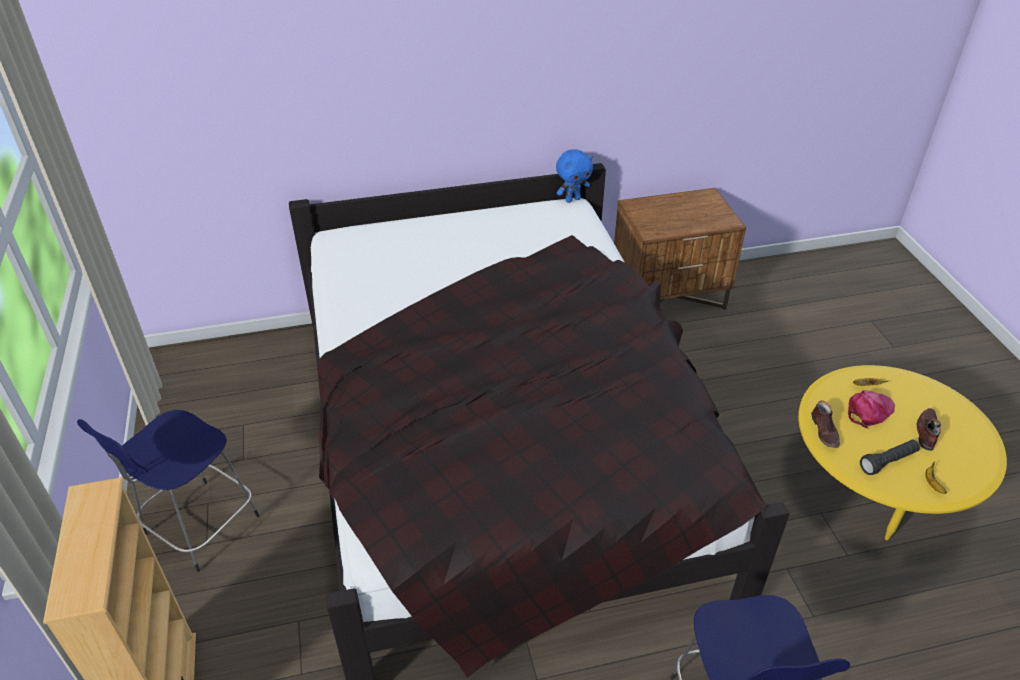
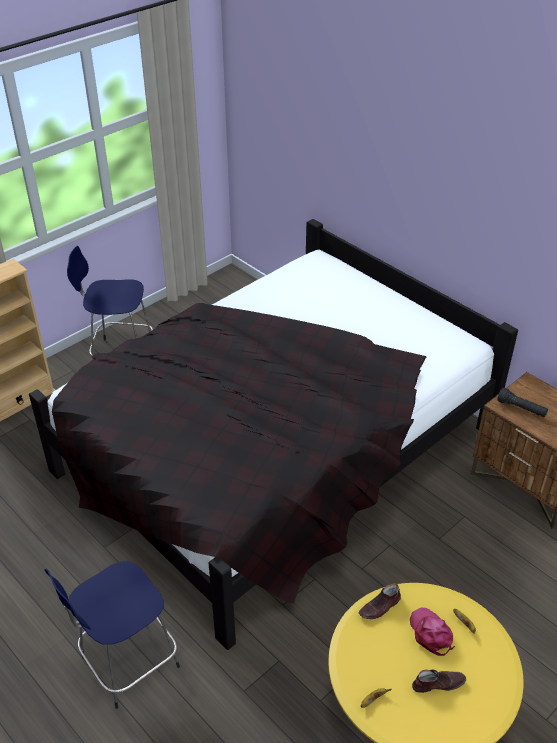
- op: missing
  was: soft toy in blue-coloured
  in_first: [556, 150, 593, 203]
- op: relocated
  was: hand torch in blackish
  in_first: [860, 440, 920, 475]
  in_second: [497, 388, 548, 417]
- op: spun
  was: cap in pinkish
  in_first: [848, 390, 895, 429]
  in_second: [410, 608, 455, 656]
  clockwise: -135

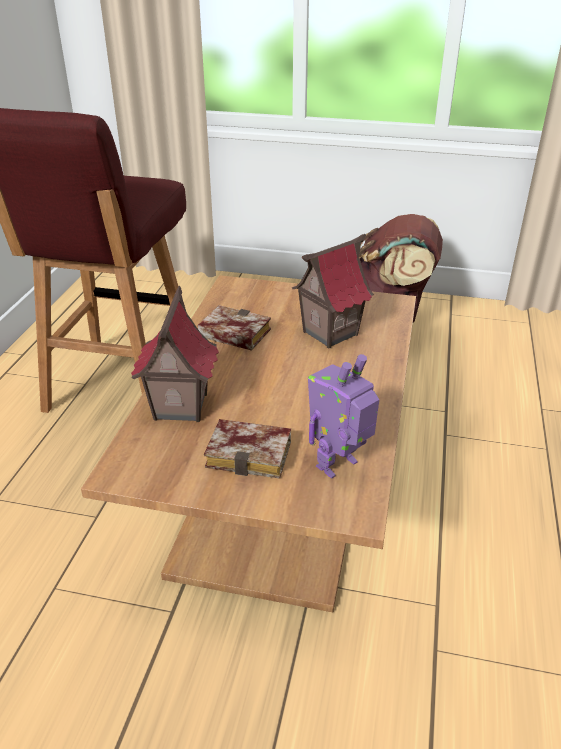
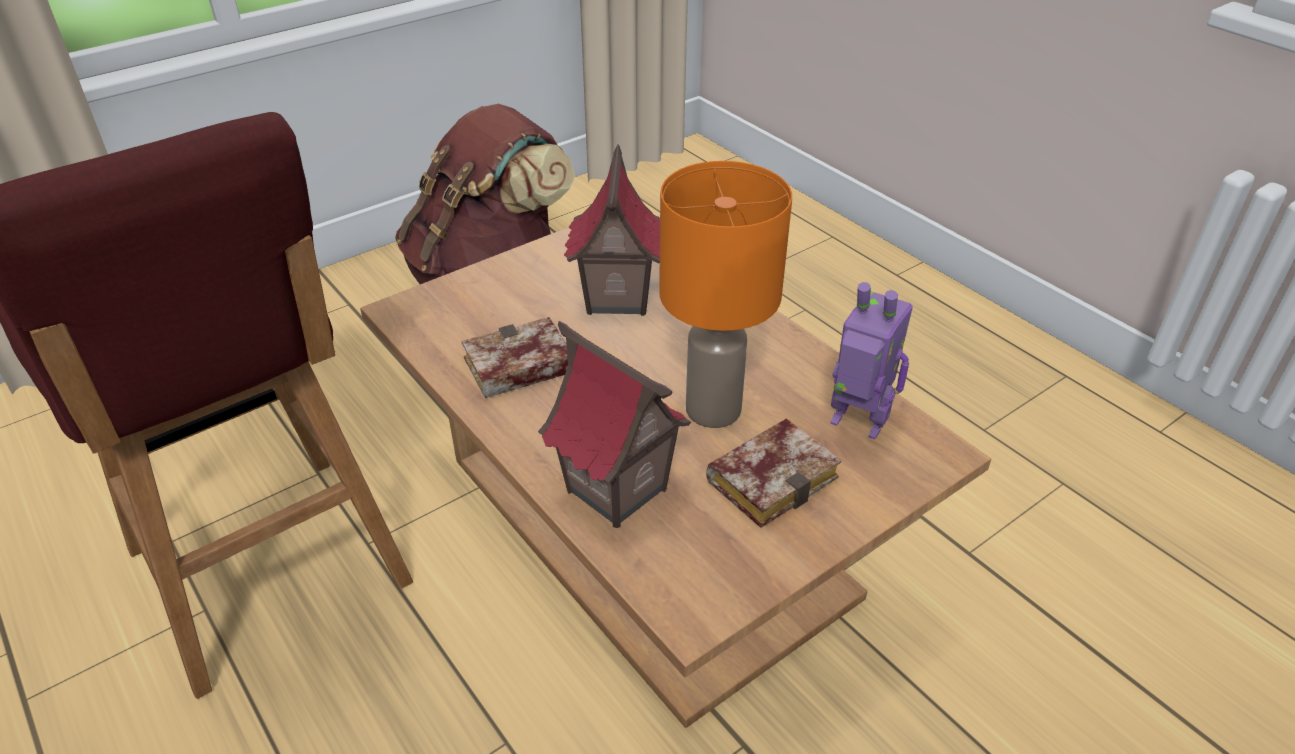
- op: appeared
  now: lamp for a table in orange-coloured
  in_second: [659, 161, 792, 428]
- op: spun
  was: model robot
  in_first: [308, 354, 379, 479]
  in_second: [830, 282, 913, 439]
  clockwise: 120

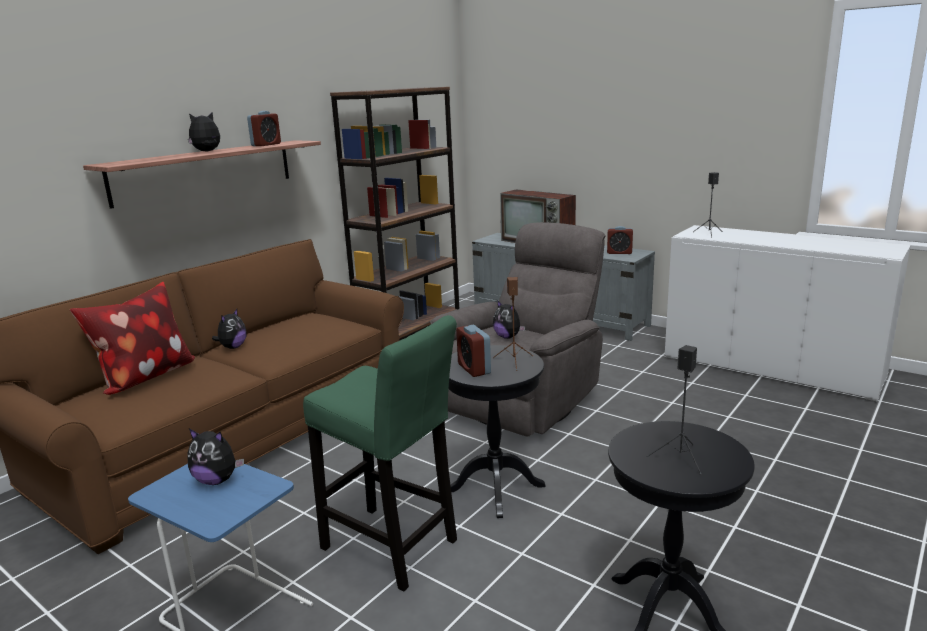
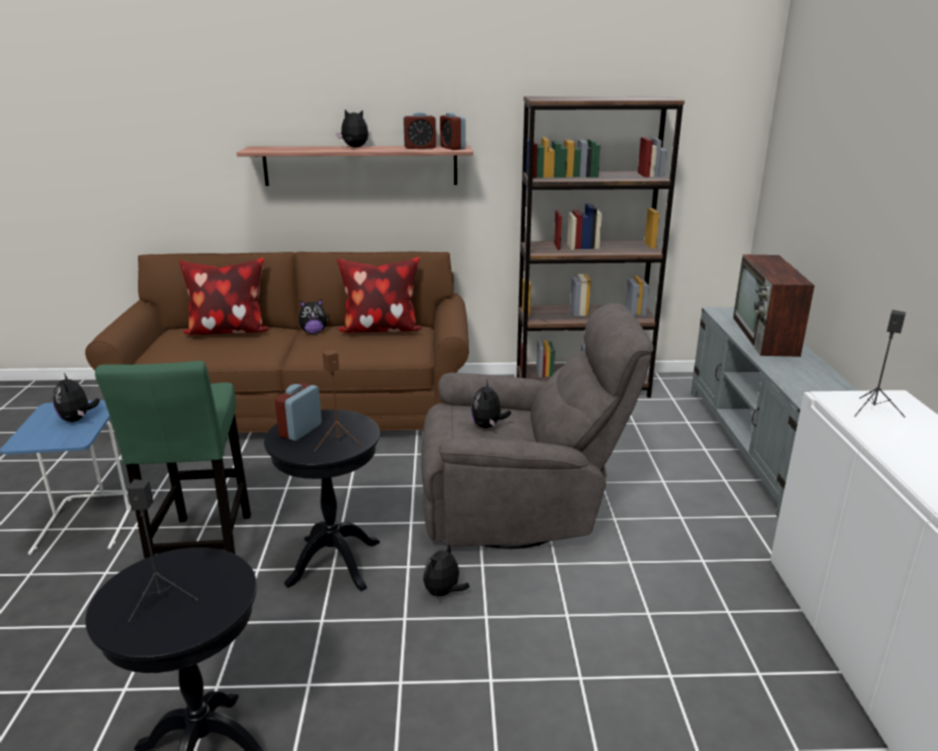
- op: appeared
  now: pillow
  in_second: [337, 257, 422, 333]
- op: appeared
  now: soft toy
  in_second: [423, 543, 470, 596]
- op: relocated
  was: table clock
  in_first: [607, 226, 633, 254]
  in_second: [440, 113, 466, 150]

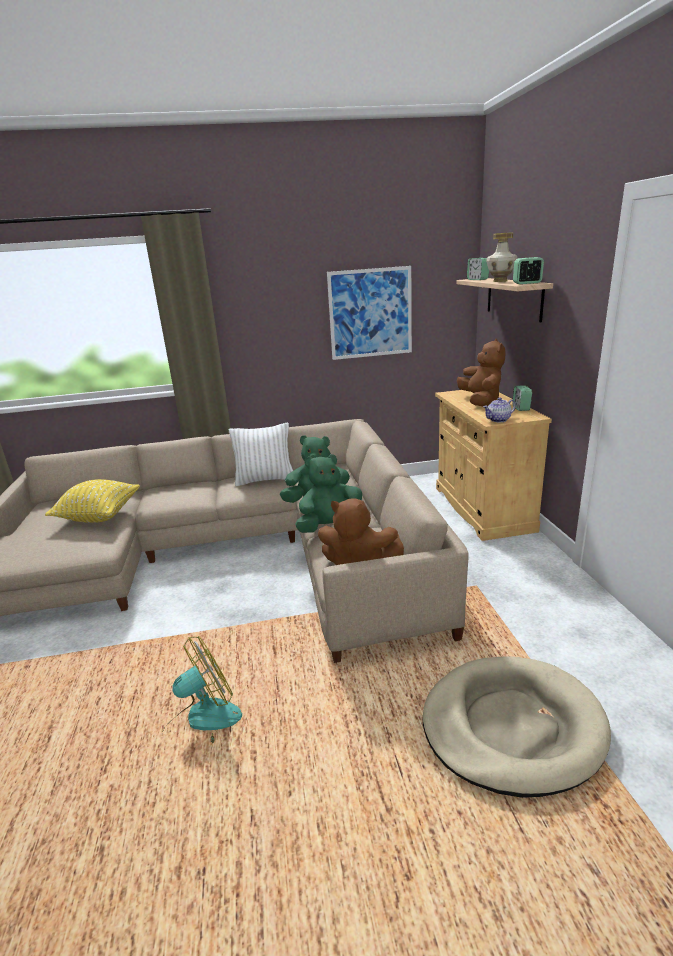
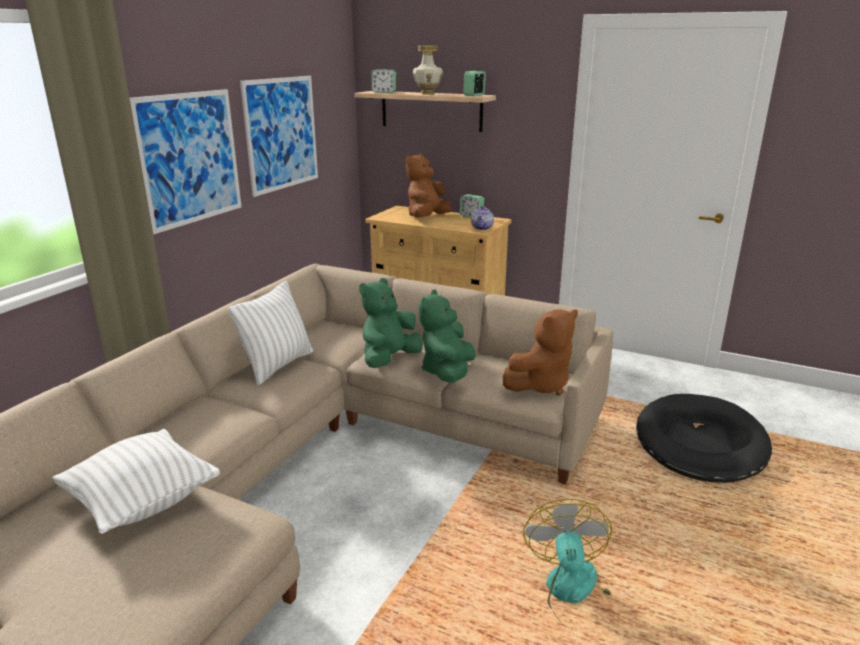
- op: appeared
  now: wall art
  in_second: [130, 89, 241, 235]
- op: colour
  was: pillow in yellow
  now: pillow in whitish
  in_first: [45, 479, 140, 523]
  in_second: [53, 429, 220, 534]
- op: colour
  was: pet bed in sand-coloured
  now: pet bed in blackish
  in_first: [423, 656, 611, 798]
  in_second: [636, 394, 772, 483]
- op: spun
  was: soft toy in brownish
  in_first: [457, 339, 505, 407]
  in_second: [406, 154, 451, 217]
  clockwise: -90

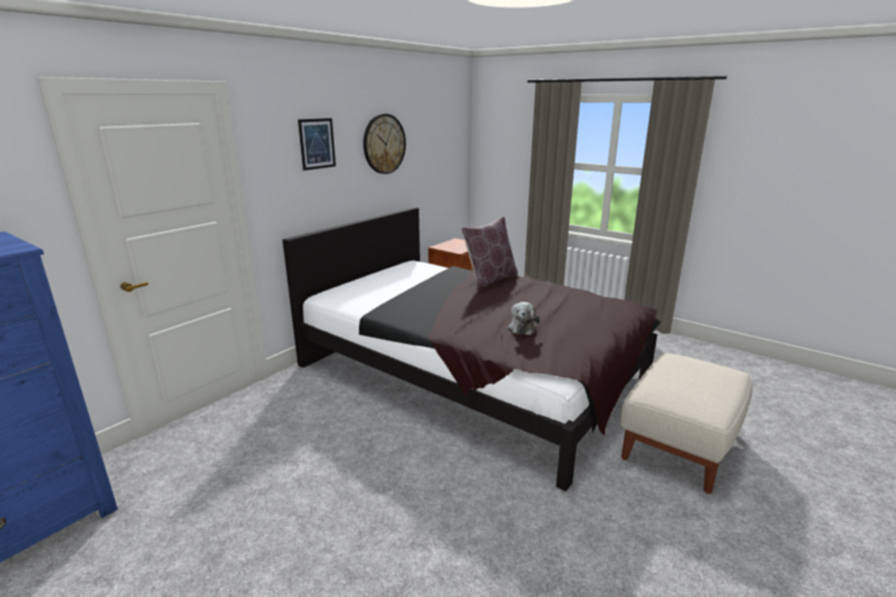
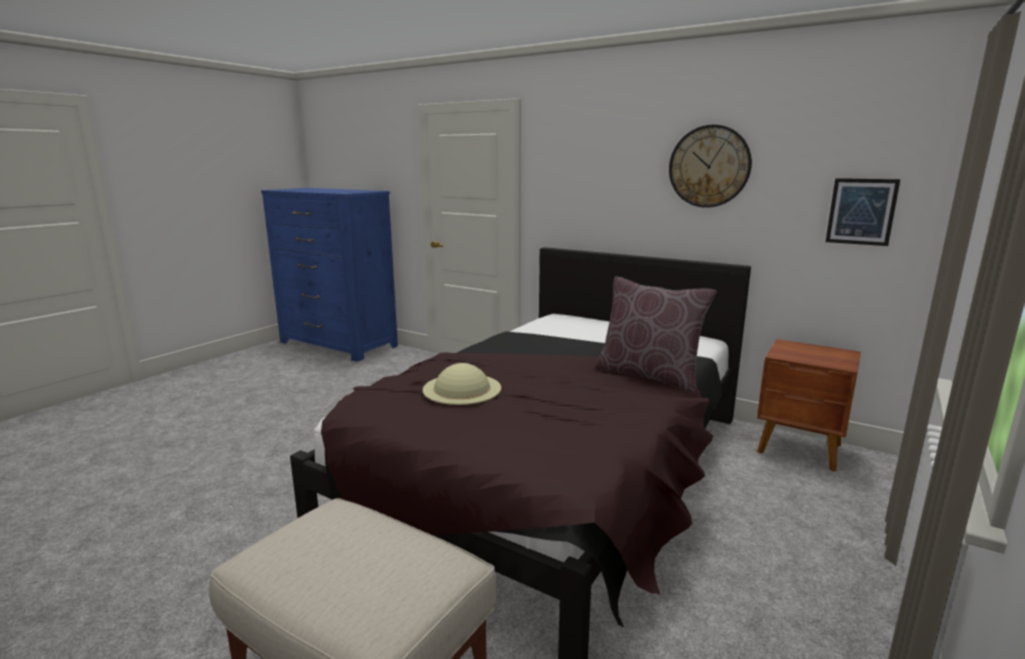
- op: relocated
  was: wall art
  in_first: [298, 118, 336, 171]
  in_second: [826, 178, 900, 246]
- op: exchanged
  was: soft toy
  now: hat in sand-coloured
  in_first: [508, 302, 540, 335]
  in_second: [423, 363, 501, 405]

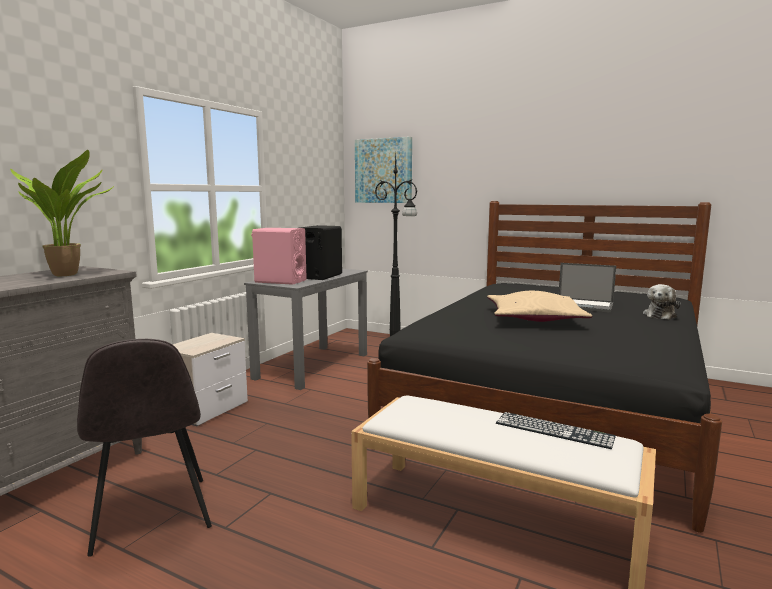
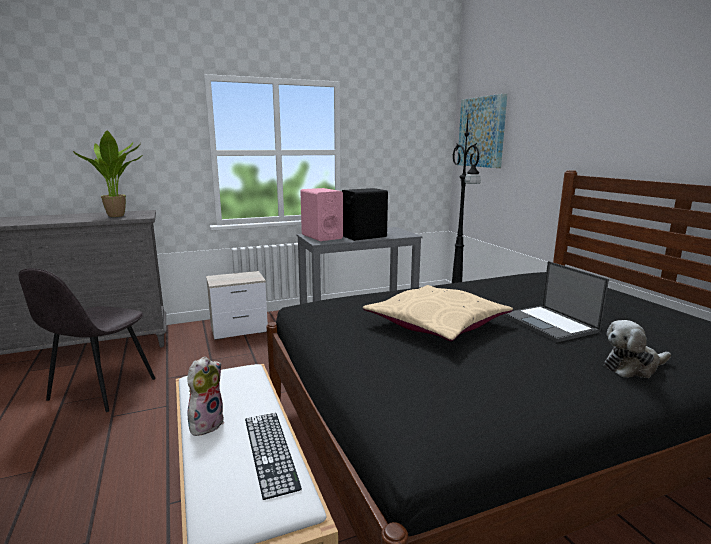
- op: appeared
  now: soft toy
  in_second: [187, 356, 224, 436]

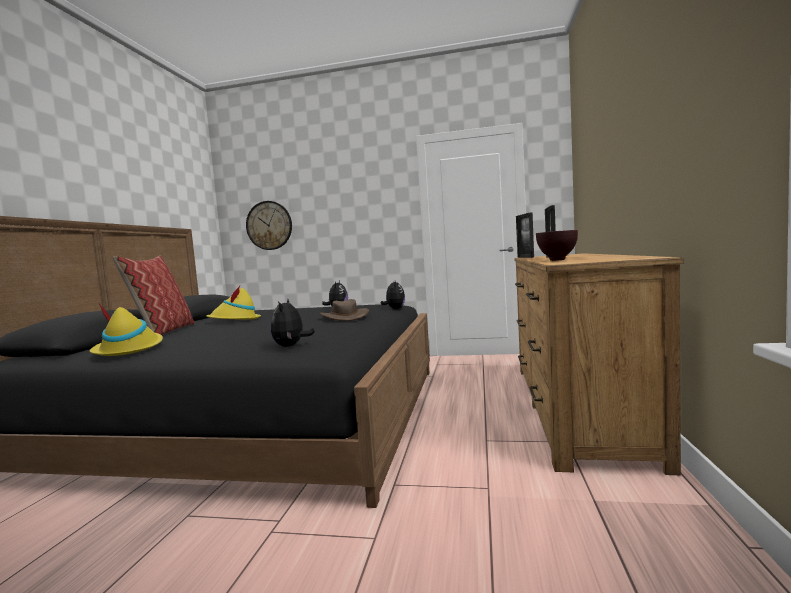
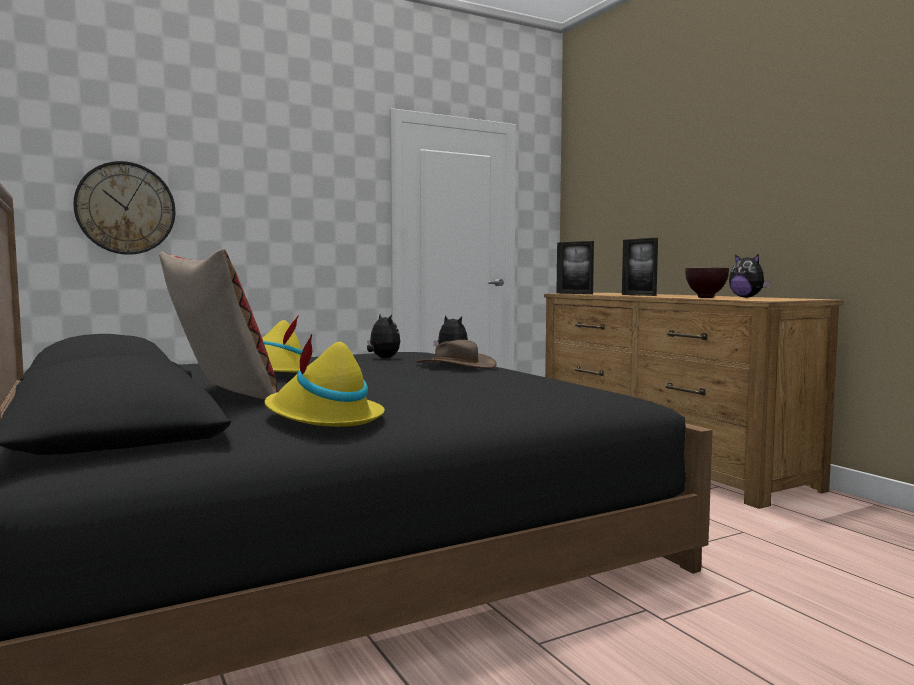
- op: relocated
  was: soft toy
  in_first: [270, 298, 315, 347]
  in_second: [729, 254, 771, 298]

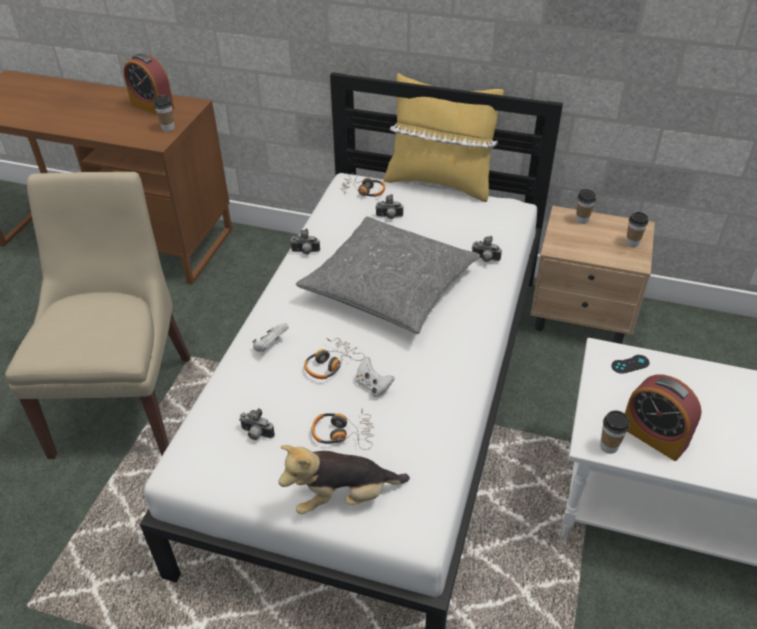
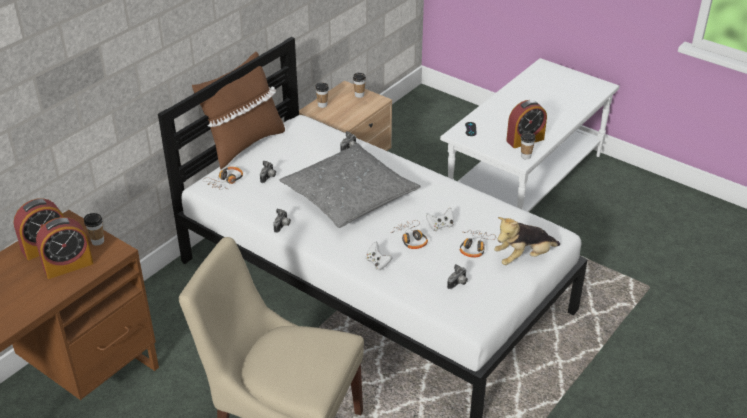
- op: appeared
  now: table clock
  in_second: [36, 217, 93, 279]
- op: colour
  was: pillow in yellow
  now: pillow in brownish
  in_first: [384, 73, 504, 202]
  in_second: [192, 52, 285, 169]
- op: spun
  was: soft toy
  in_first: [279, 445, 410, 514]
  in_second: [494, 217, 560, 265]
  clockwise: 60

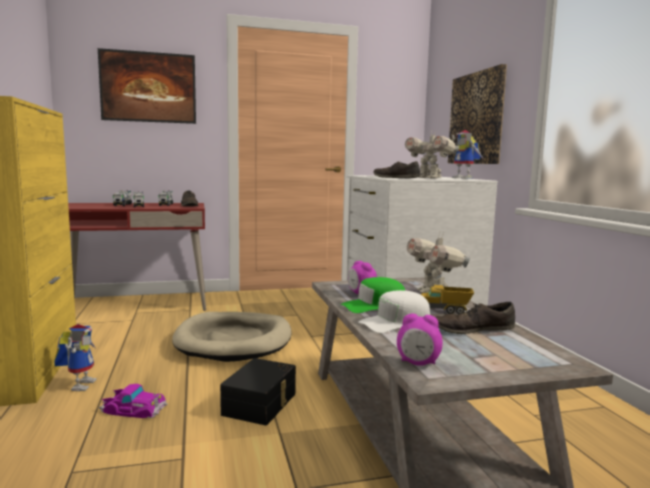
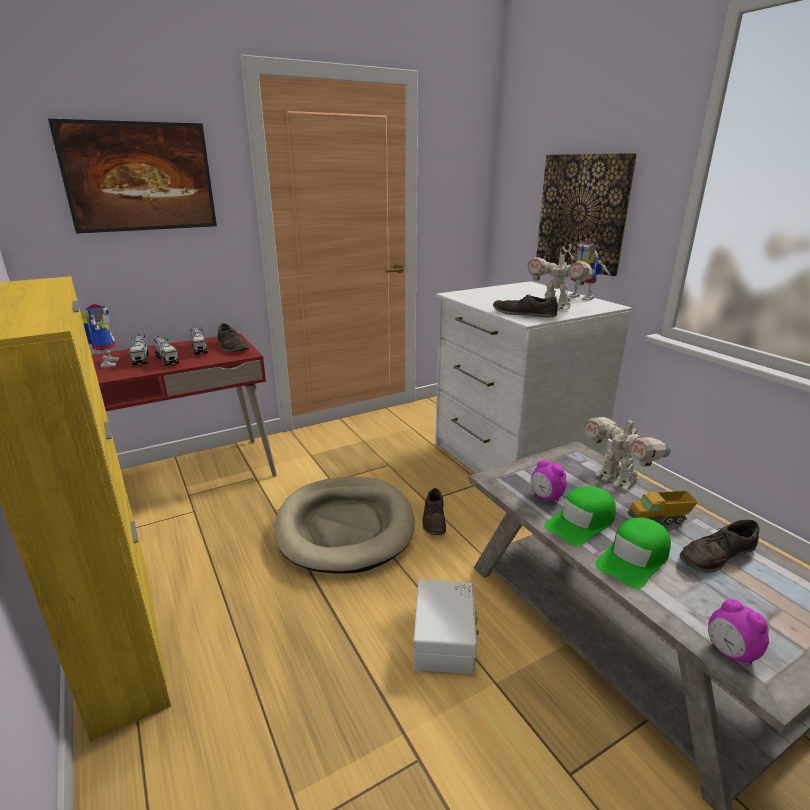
- op: missing
  was: toy car
  in_first: [99, 384, 168, 418]
- op: appeared
  now: item of footwear in brownish
  in_second: [422, 488, 446, 535]
- op: relocated
  was: model robot
  in_first: [54, 324, 97, 391]
  in_second: [81, 304, 119, 368]
- op: colour
  was: storage container in blackish
  now: storage container in whitish
  in_first: [220, 358, 296, 425]
  in_second: [413, 580, 479, 674]
- op: colour
  was: cap in whitish
  now: cap in greenish
  in_first: [358, 290, 430, 333]
  in_second: [596, 517, 671, 589]
- op: spun
  was: table clock
  in_first: [397, 314, 443, 366]
  in_second: [708, 599, 769, 665]
  clockwise: 60

